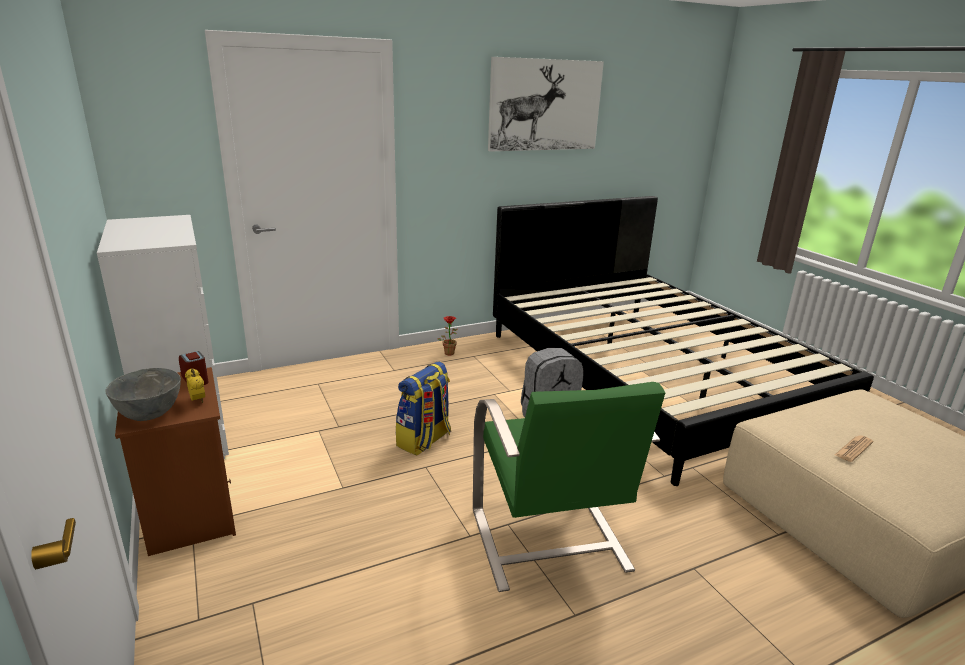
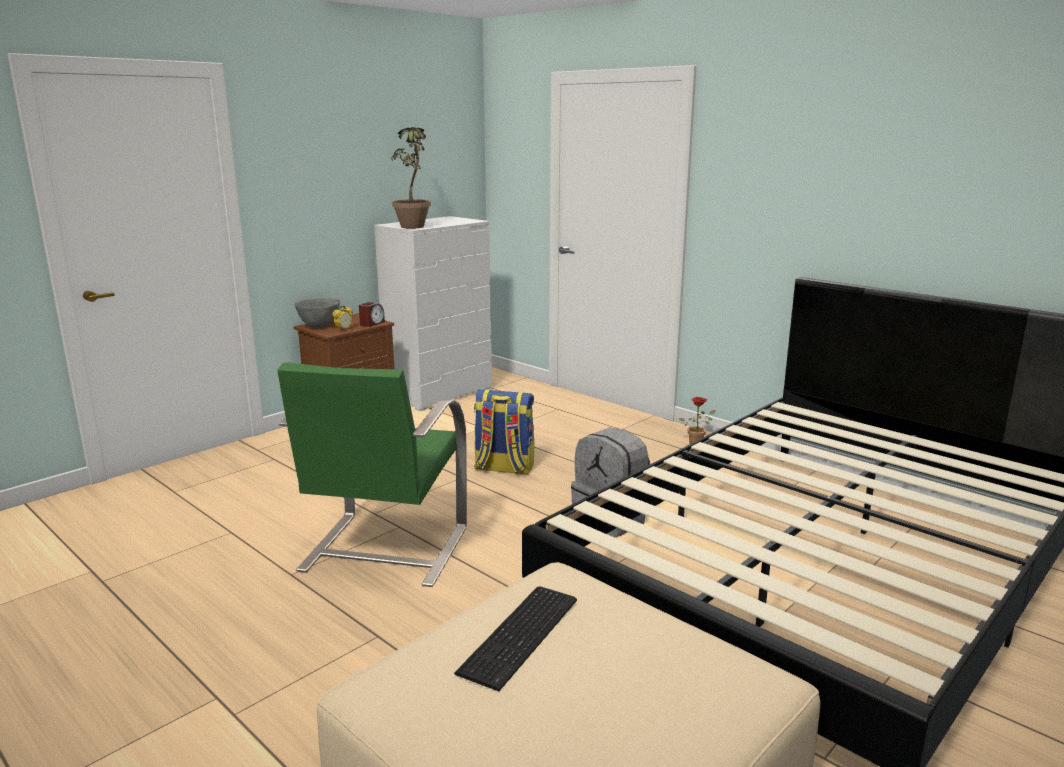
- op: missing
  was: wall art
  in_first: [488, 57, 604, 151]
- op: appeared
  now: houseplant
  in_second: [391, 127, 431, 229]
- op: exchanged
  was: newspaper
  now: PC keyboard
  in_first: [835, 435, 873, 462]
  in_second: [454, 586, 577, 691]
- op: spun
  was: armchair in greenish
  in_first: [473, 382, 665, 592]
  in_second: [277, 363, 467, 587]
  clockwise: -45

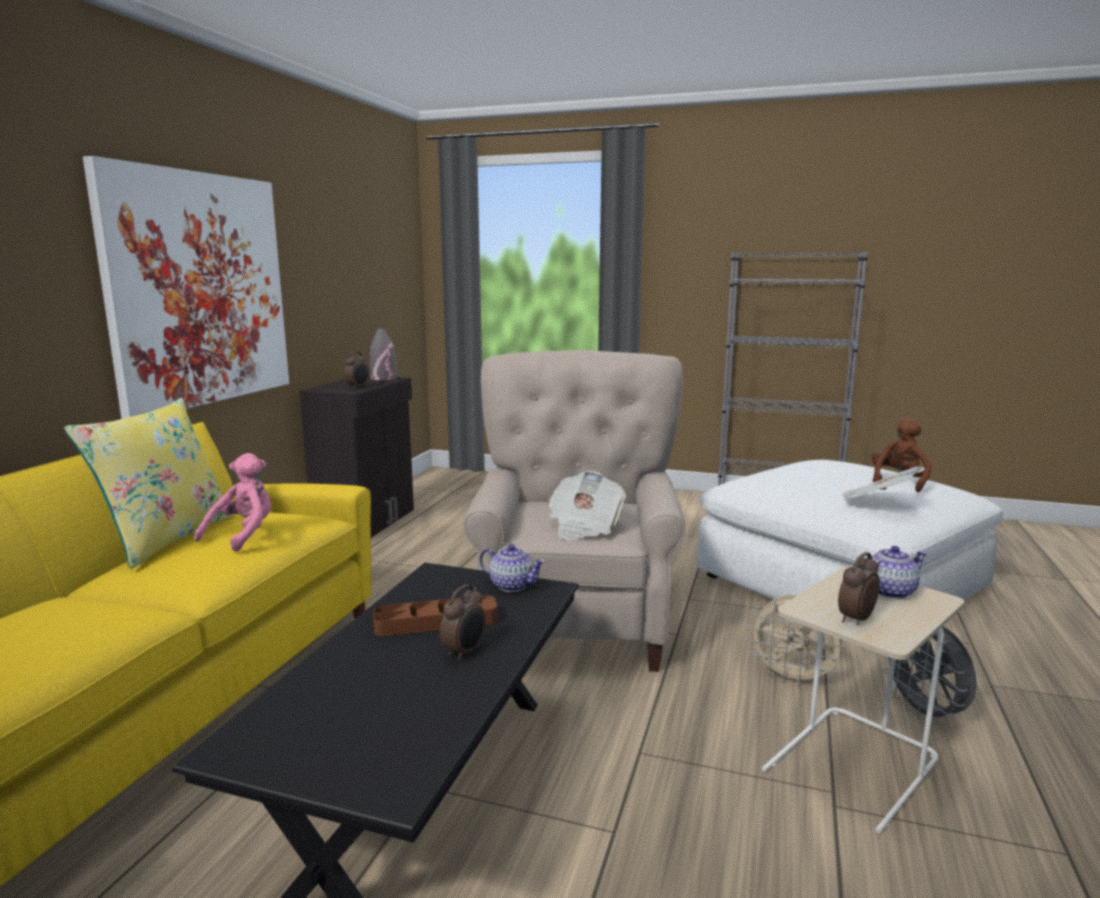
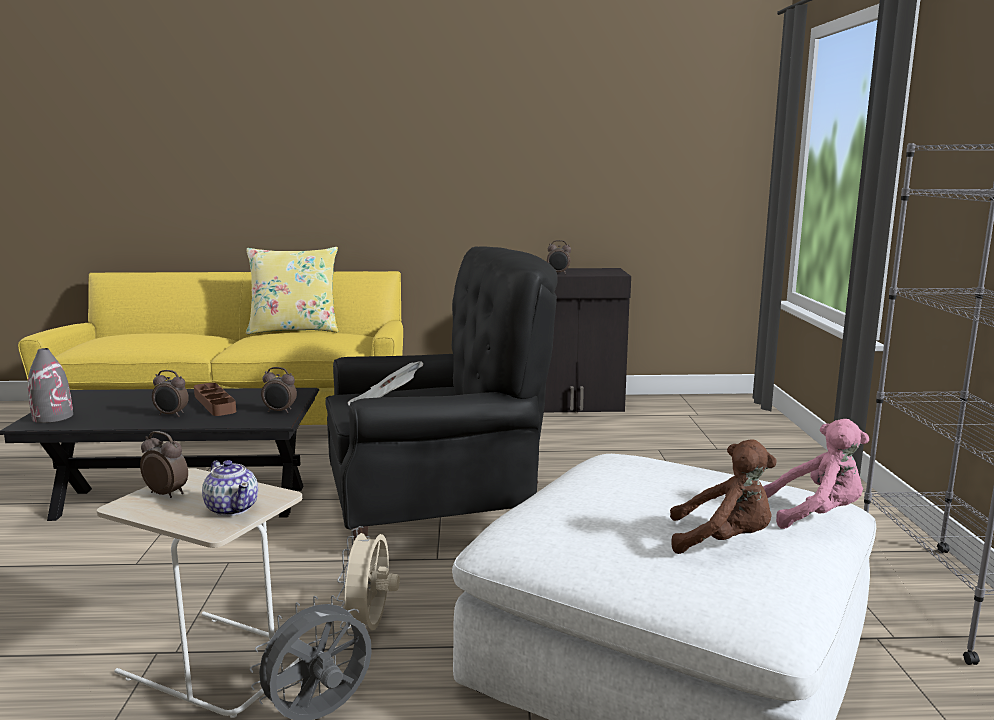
- op: missing
  was: wall art
  in_first: [83, 156, 289, 419]
- op: missing
  was: newspaper
  in_first: [842, 467, 925, 501]
- op: relocated
  was: soft toy in pinkish
  in_first: [194, 453, 272, 552]
  in_second: [763, 419, 869, 529]
- op: relocated
  was: vase in grey
  in_first: [370, 328, 397, 381]
  in_second: [28, 348, 73, 423]
- op: exchanged
  was: teapot
  now: table clock
  in_first: [479, 544, 546, 592]
  in_second: [261, 367, 297, 413]
- op: colour
  was: armchair in sand-coloured
  now: armchair in blackish
  in_first: [464, 350, 685, 672]
  in_second: [325, 247, 558, 541]

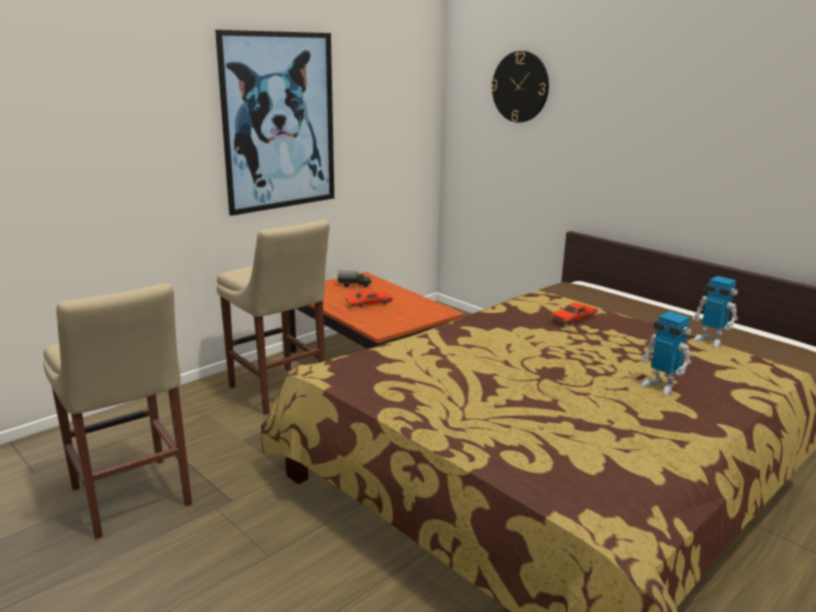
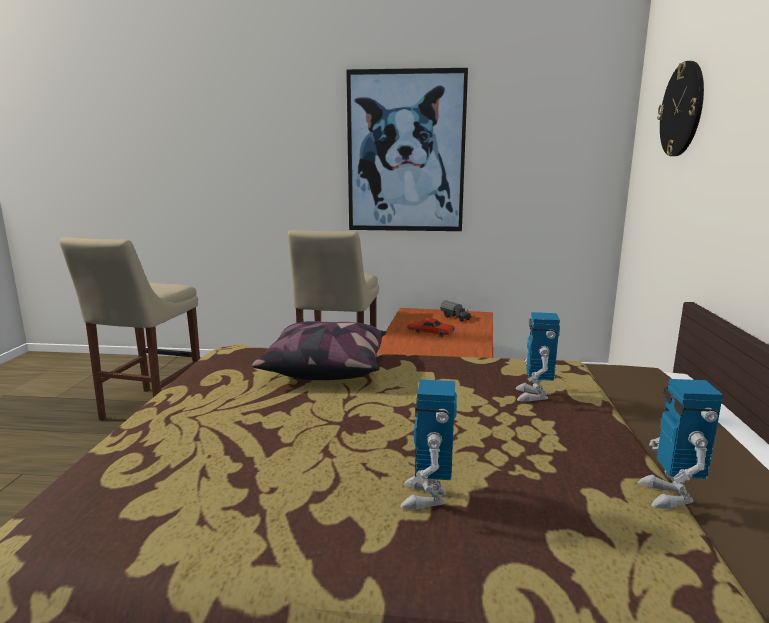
- op: appeared
  now: pillow
  in_second: [252, 321, 386, 380]
- op: exchanged
  was: toy car in reddish
  now: model robot
  in_first: [550, 302, 598, 326]
  in_second: [515, 312, 560, 402]

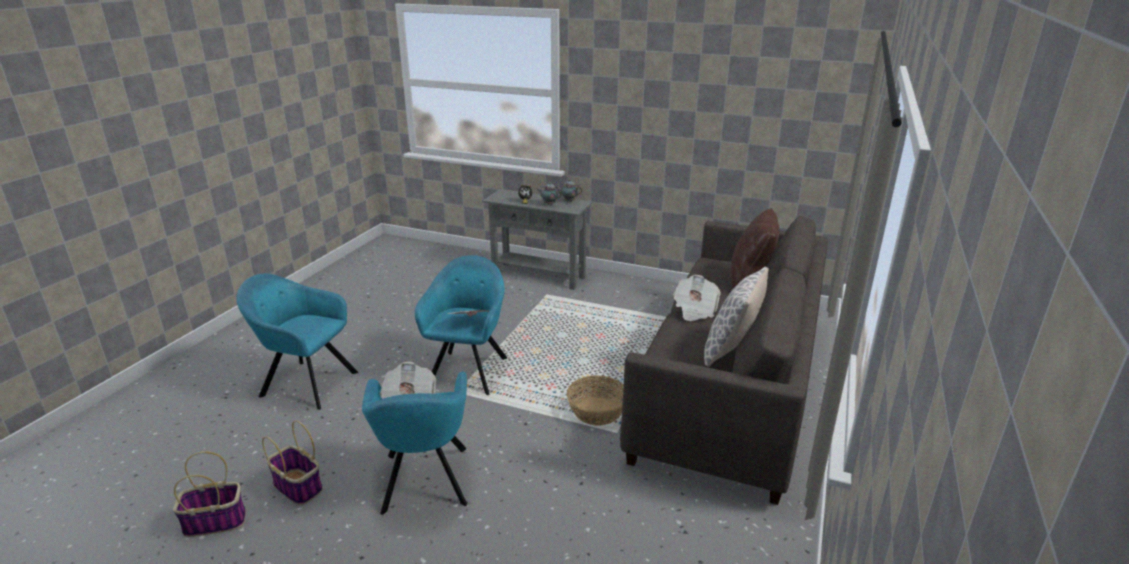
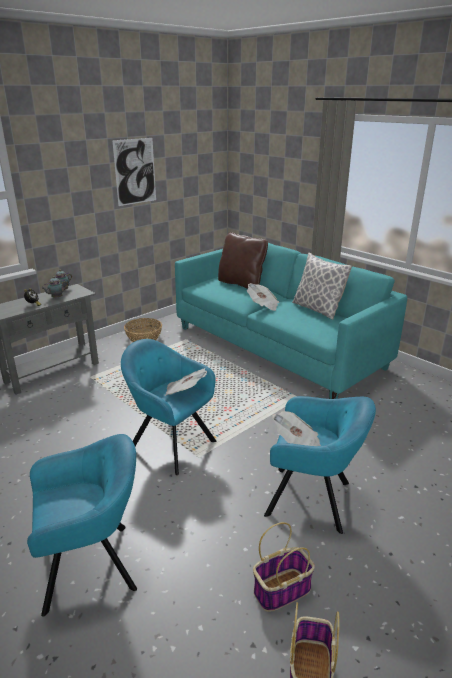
- op: appeared
  now: wall art
  in_second: [112, 138, 156, 206]
- op: relocated
  was: storage basket
  in_first: [567, 375, 624, 426]
  in_second: [124, 318, 162, 342]
- op: colour
  was: couch in grey
  now: couch in turquoise
  in_first: [620, 216, 828, 505]
  in_second: [175, 243, 407, 399]
- op: spun
  was: armchair in turquoise
  in_first: [237, 273, 358, 410]
  in_second: [27, 434, 137, 617]
  clockwise: -150

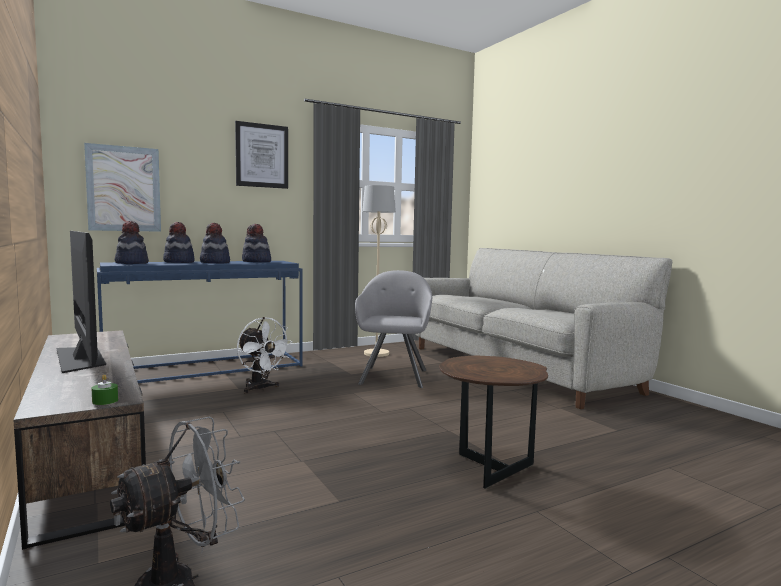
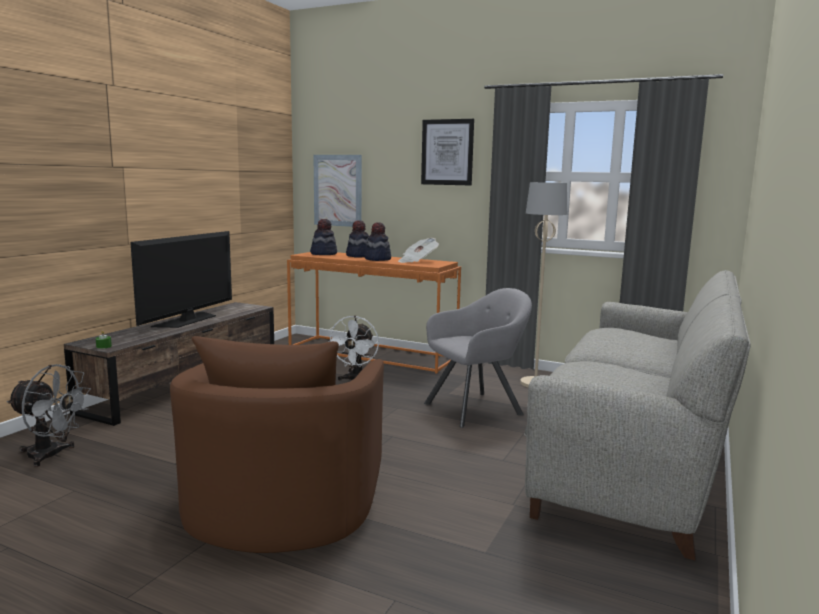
- op: exchanged
  was: hat
  now: newspaper
  in_first: [242, 224, 271, 262]
  in_second: [398, 238, 439, 263]
- op: exchanged
  was: end table in brownish
  now: armchair in brownish
  in_first: [439, 356, 548, 489]
  in_second: [170, 336, 384, 553]
- op: colour
  was: hall table in blue-coloured
  now: hall table in orange-coloured
  in_first: [97, 261, 302, 383]
  in_second: [287, 252, 461, 373]

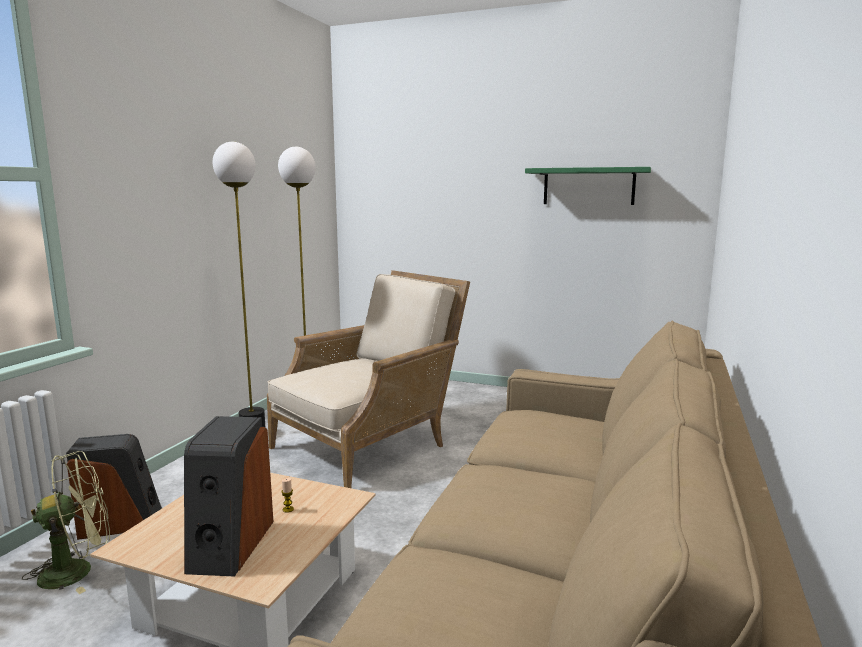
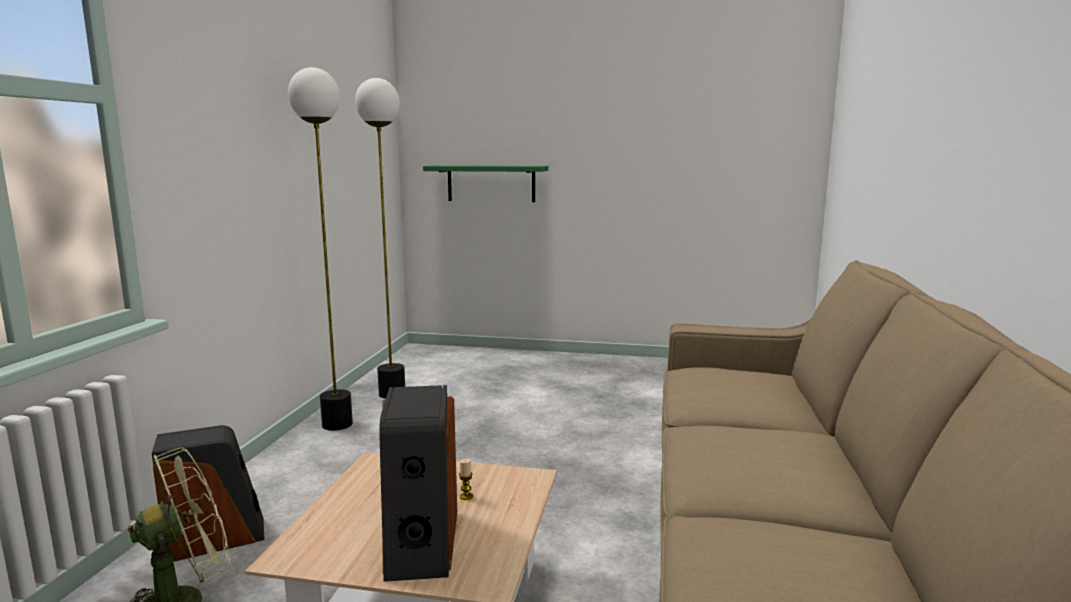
- op: missing
  was: armchair in sand-coloured
  in_first: [267, 270, 470, 488]
- op: relocated
  was: shelf in greenish
  in_first: [525, 167, 651, 205]
  in_second: [423, 165, 548, 202]

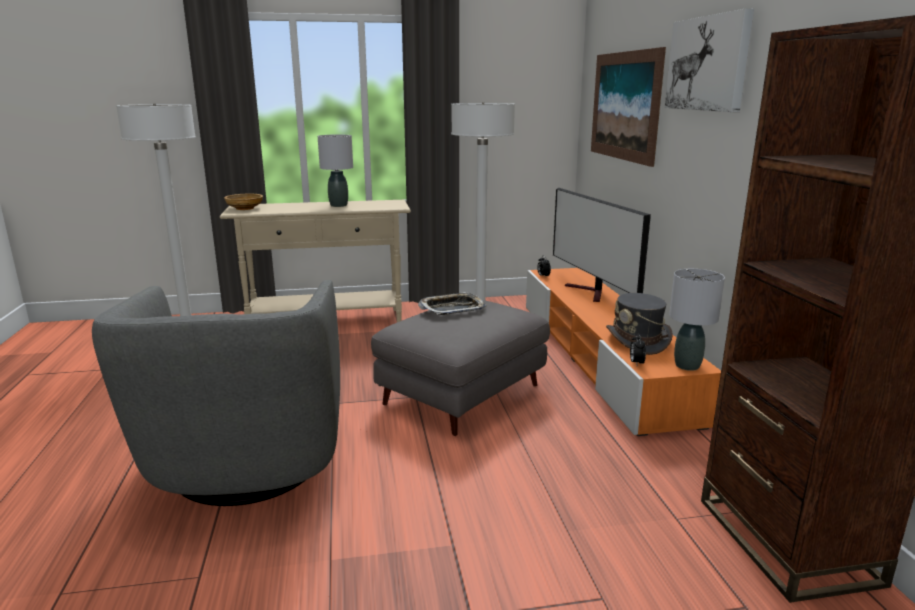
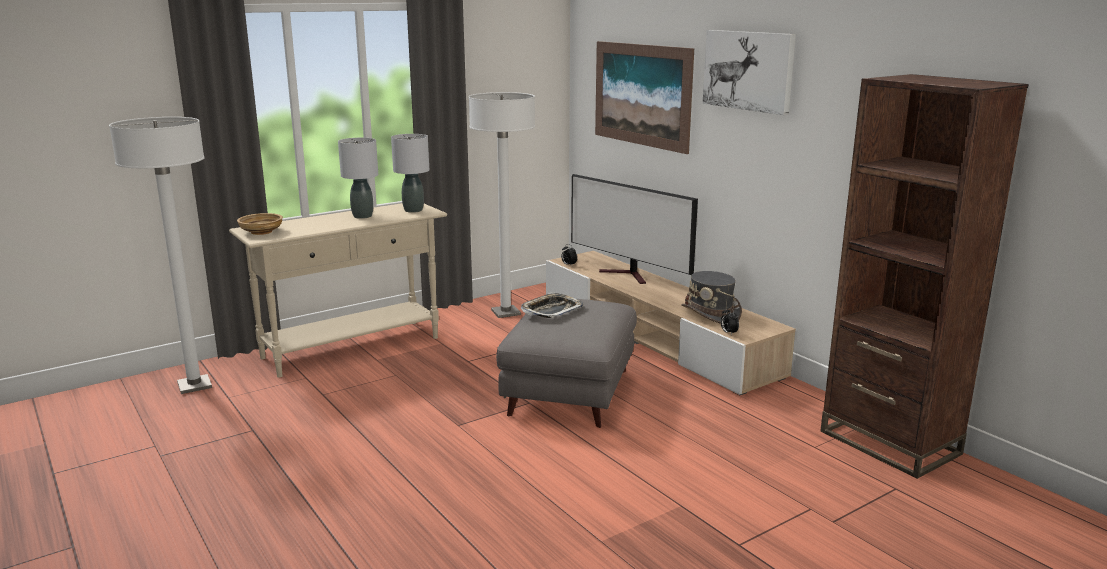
- op: missing
  was: armchair in grey
  in_first: [92, 280, 340, 506]
- op: relocated
  was: lamp for a table in grey
  in_first: [669, 269, 725, 371]
  in_second: [391, 134, 429, 213]
- op: colour
  was: media console in orange-coloured
  now: media console in sand-coloured
  in_first: [526, 268, 721, 436]
  in_second: [546, 251, 796, 395]

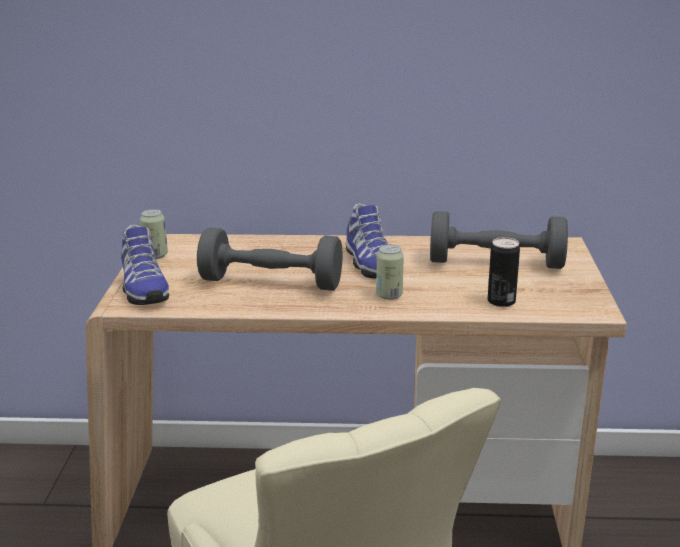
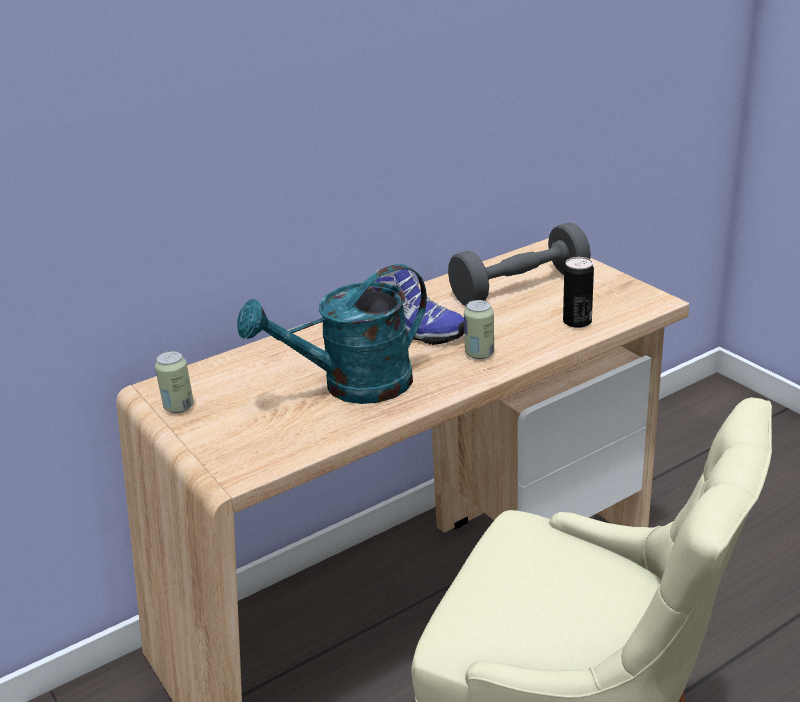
- op: missing
  was: item of footwear
  in_first: [121, 225, 169, 305]
- op: exchanged
  was: hand weight in grey
  now: watering can in turquoise
  in_first: [197, 228, 343, 291]
  in_second: [237, 264, 427, 404]

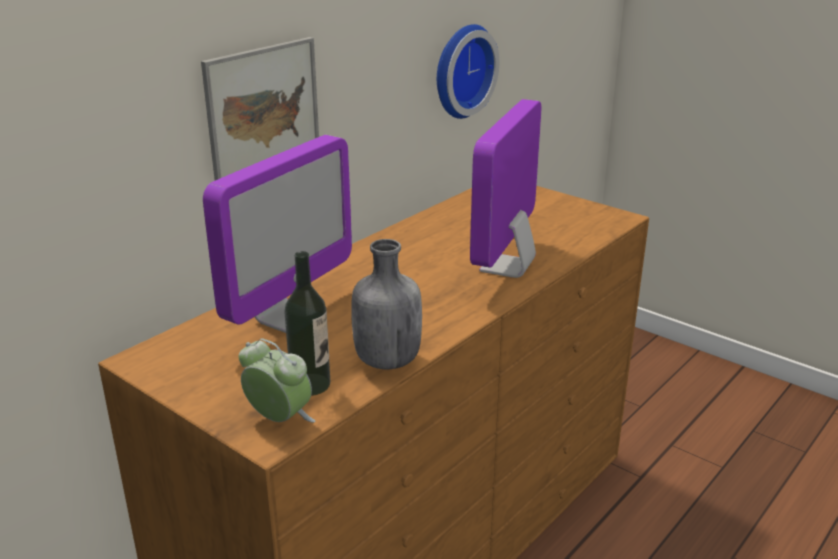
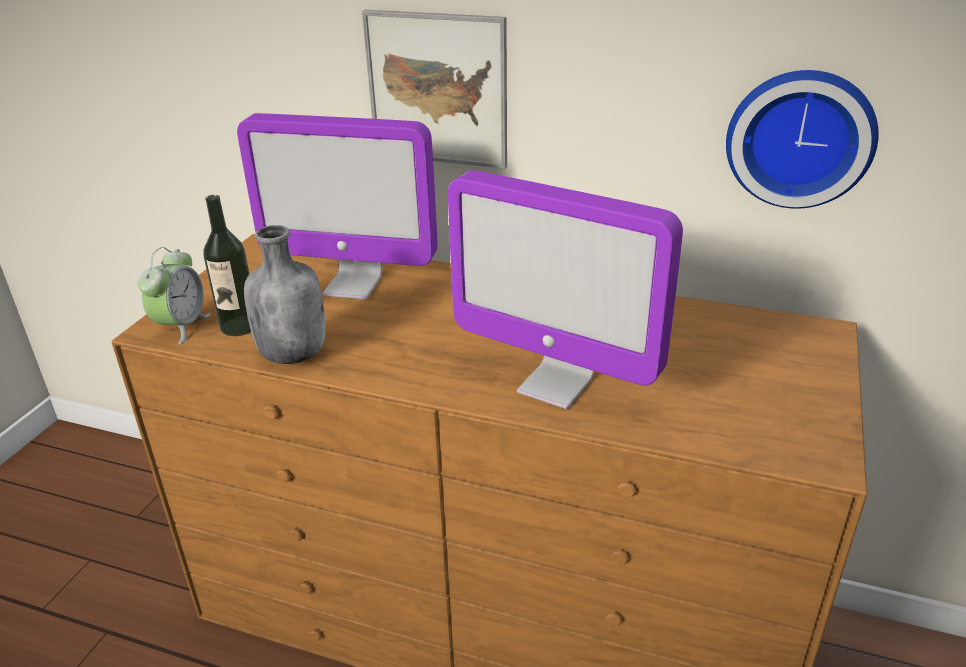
- op: spun
  was: monitor
  in_first: [470, 99, 541, 278]
  in_second: [448, 170, 683, 409]
  clockwise: -150

